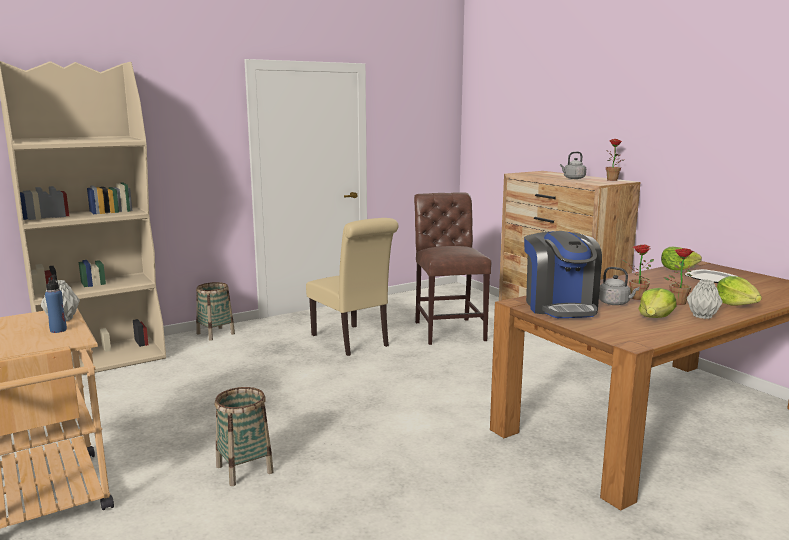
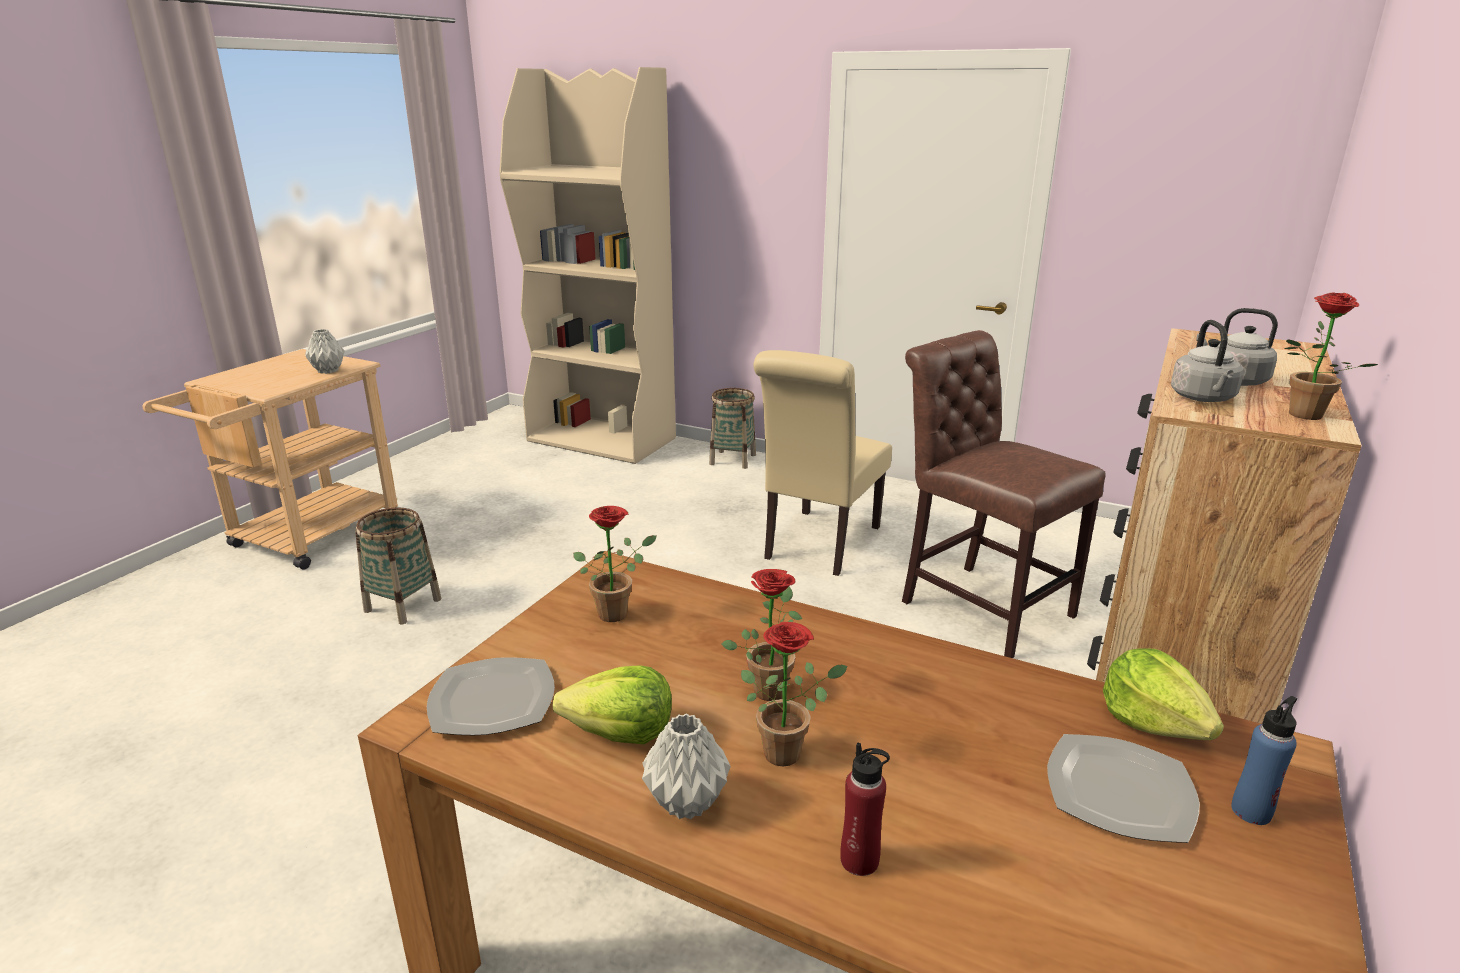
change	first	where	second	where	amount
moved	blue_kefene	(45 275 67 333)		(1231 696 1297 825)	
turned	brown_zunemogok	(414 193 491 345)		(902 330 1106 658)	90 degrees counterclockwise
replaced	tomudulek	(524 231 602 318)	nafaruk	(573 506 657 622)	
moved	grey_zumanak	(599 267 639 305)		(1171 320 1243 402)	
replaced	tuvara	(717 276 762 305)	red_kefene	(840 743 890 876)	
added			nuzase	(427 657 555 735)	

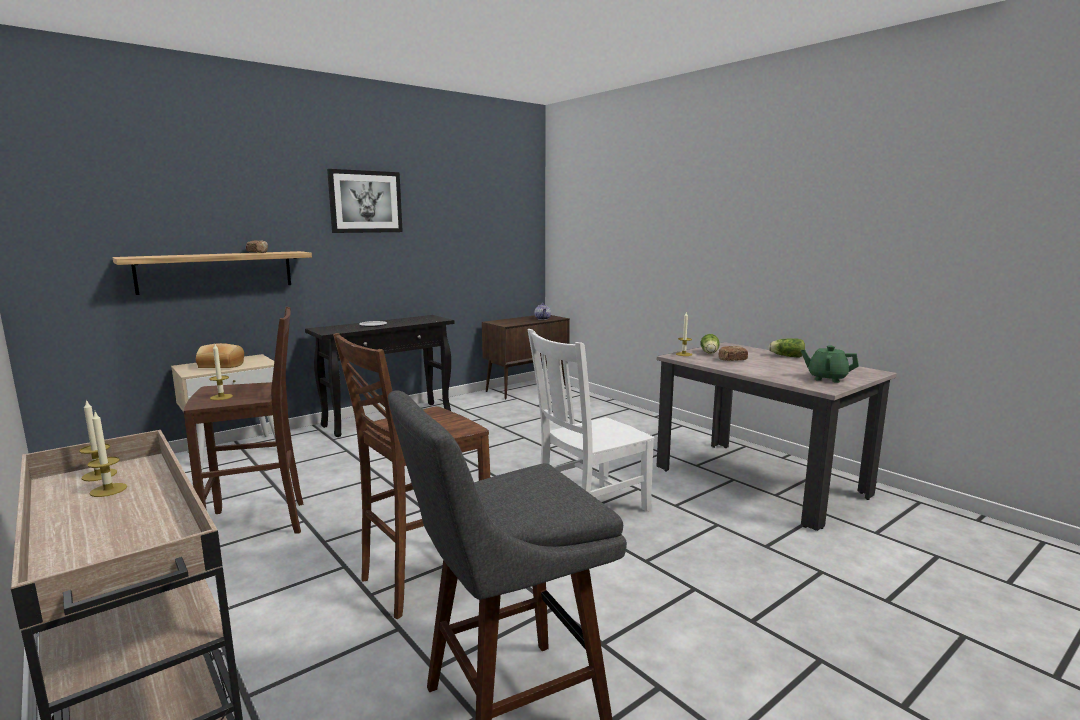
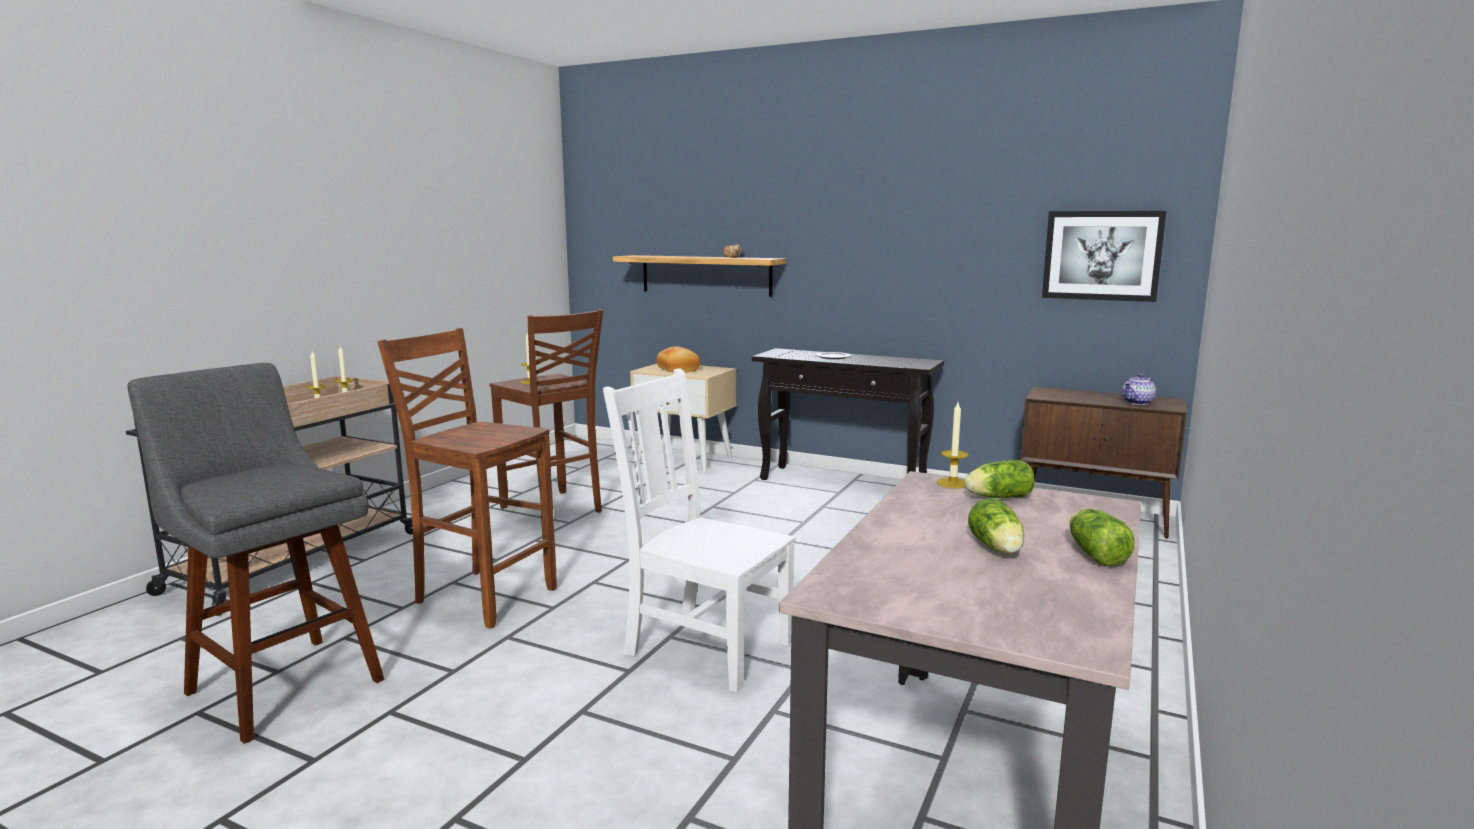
change	first	where	second	where	amount
moved	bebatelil	(327 169 403 233)		(1042 211 1166 302)	
removed	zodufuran	(719 346 748 361)			
removed	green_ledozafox	(801 345 859 383)			
added			tuvara	(968 498 1024 554)	

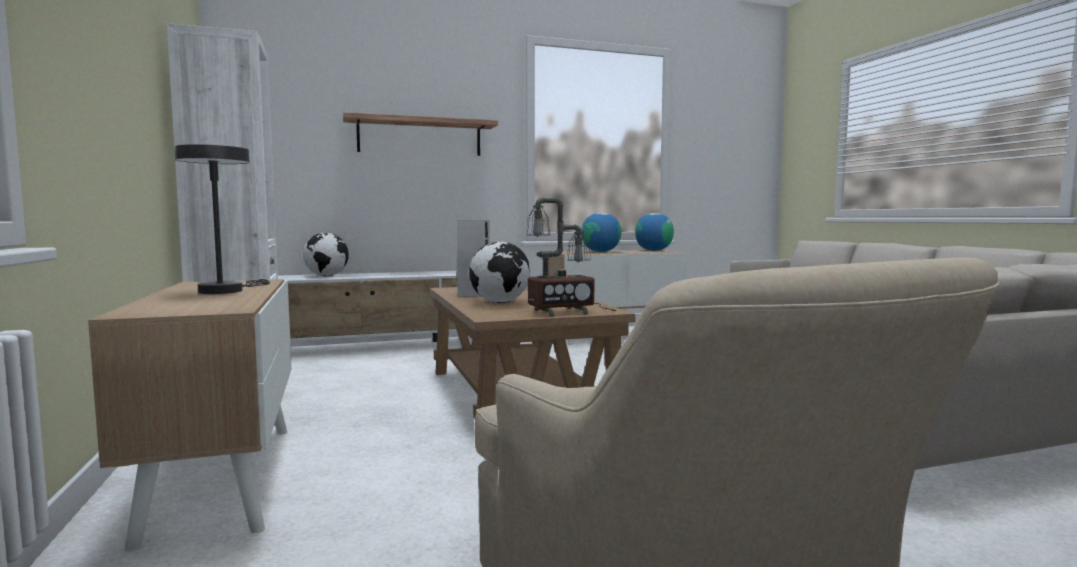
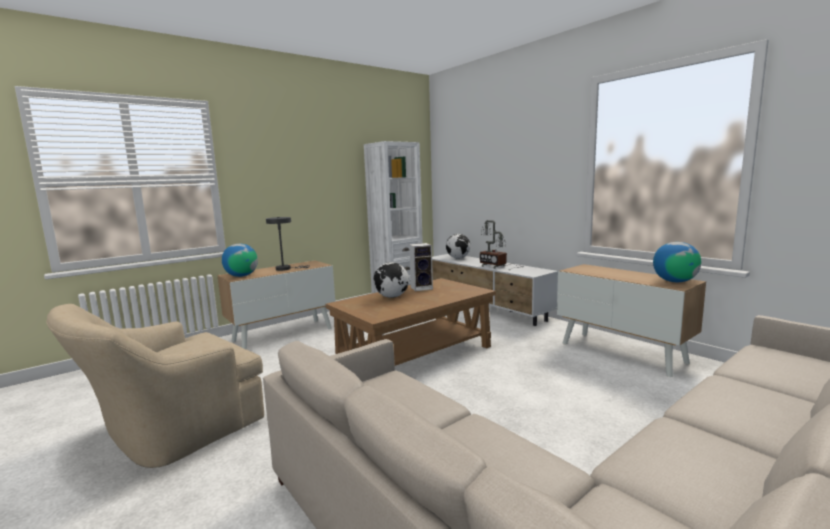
change	first	where	second	where	amount
removed	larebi	(343 112 498 156)			
moved	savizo	(527 198 616 317)		(480 220 520 270)	
moved	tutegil	(581 213 621 252)		(222 244 258 277)	

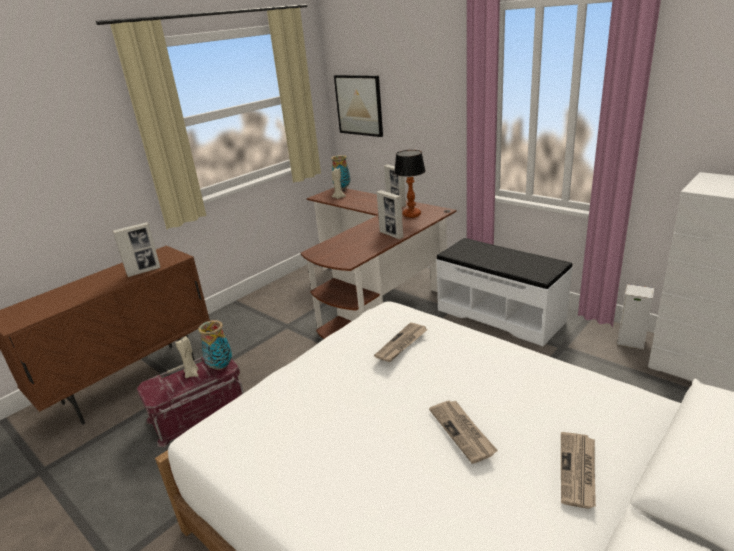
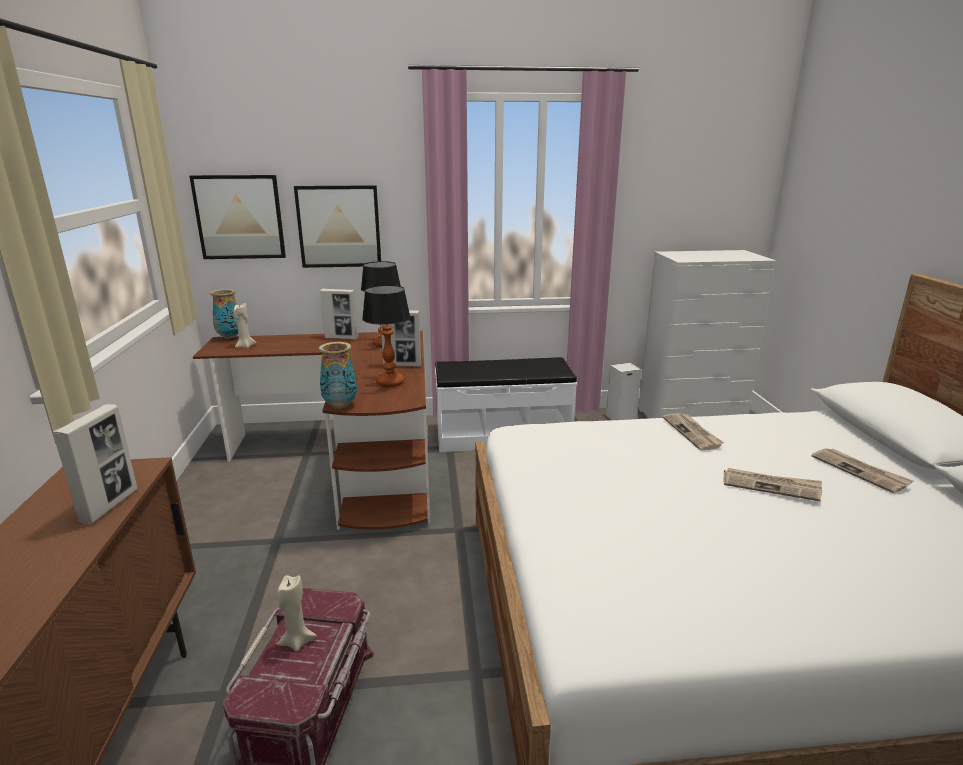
change	first	where	second	where	amount
moved	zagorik	(198 320 232 370)		(319 342 357 409)	
moved	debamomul	(374 322 428 362)		(663 413 724 450)	
added			bebatelil	(294 185 381 268)	
added			savizo	(362 285 410 387)	

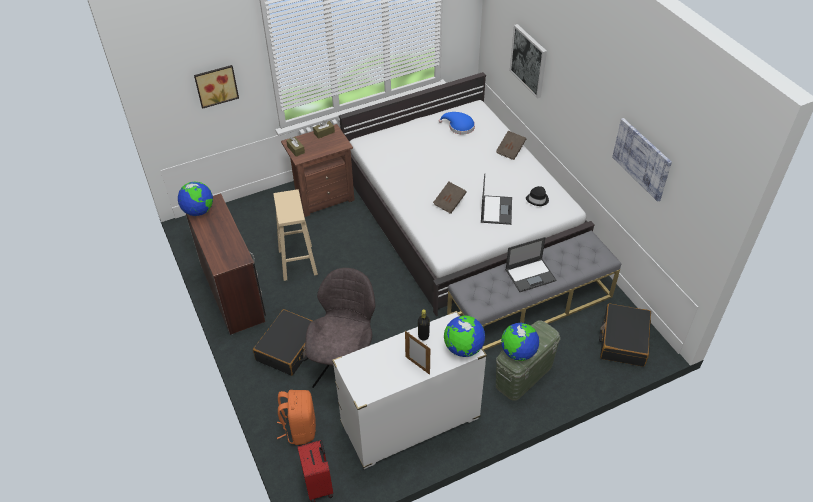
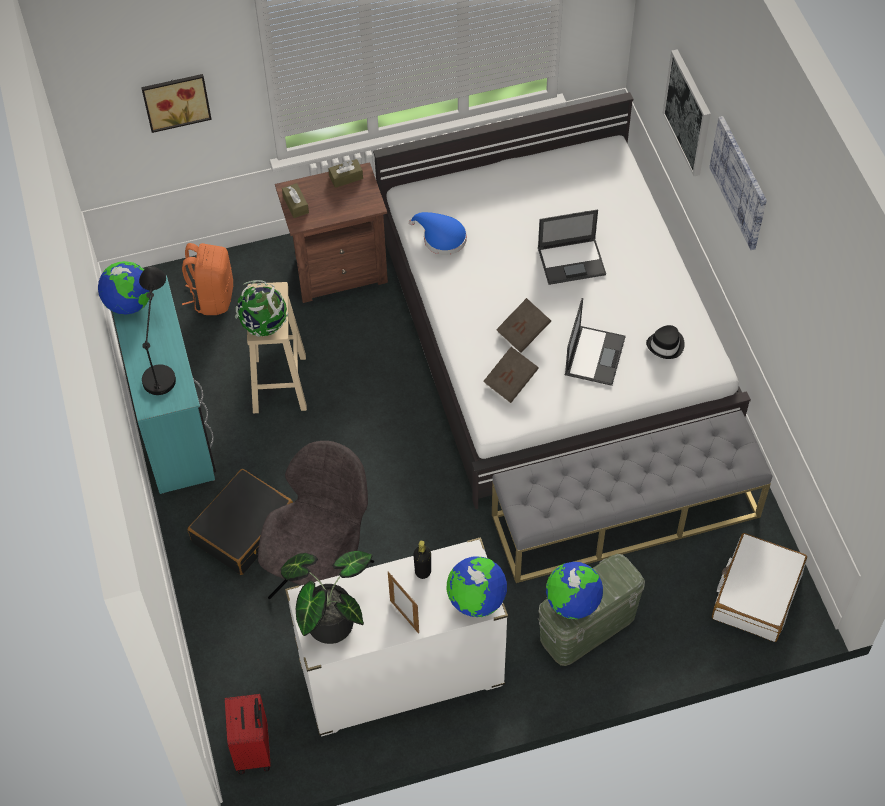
change	first	where	second	where	amount
recoloured	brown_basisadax	(186 193 266 335)	turquoise_basisadax	(112 275 216 494)	
moved	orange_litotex	(277 390 316 445)		(182 243 234 315)	
moved	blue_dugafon	(439 112 475 135)		(409 212 467 255)	
moved	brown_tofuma	(496 131 526 160)		(483 347 539 403)	
moved	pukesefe	(505 237 556 292)		(538 209 606 285)	
recoloured	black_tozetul	(599 303 651 367)	white_tozetul	(712 533 807 642)	
moved	bebatelil	(612 118 672 202)		(709 116 767 250)	
added			black_savizo	(139 266 176 395)	
added			tutegil	(235 280 288 337)	
added			nafaruk	(280 550 372 644)	

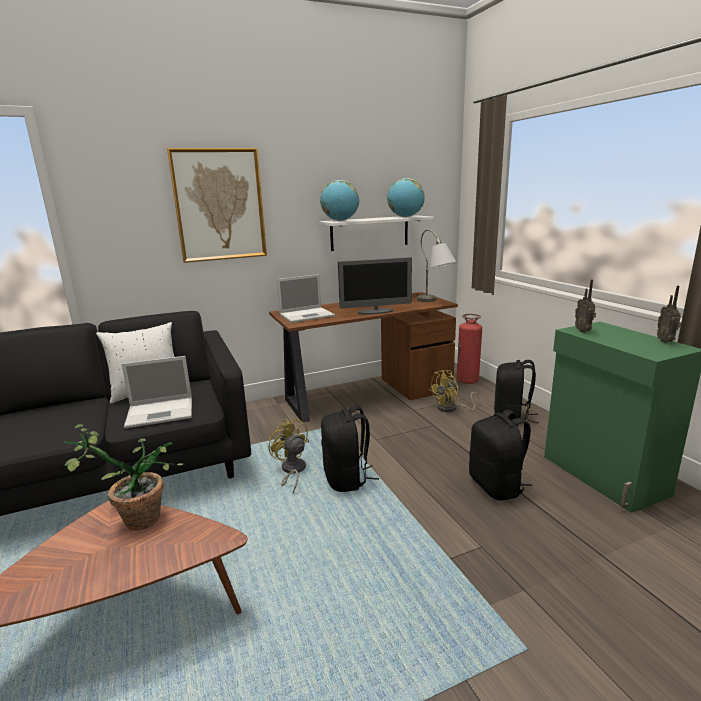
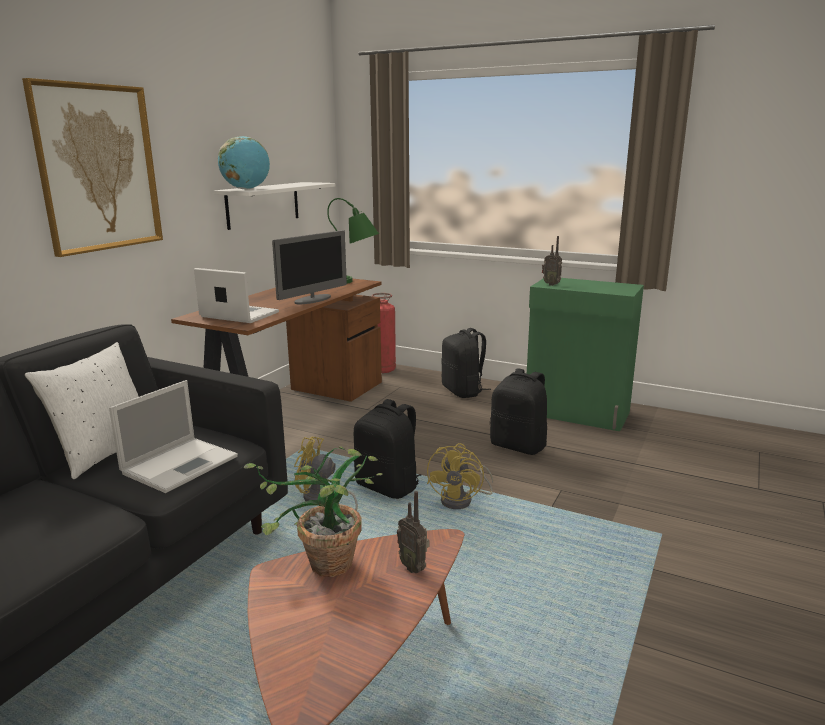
change	first	where	second	where	amount
turned	pukesefe	(277 274 335 323)		(194 268 279 323)	90 degrees counterclockwise
removed	tutegil	(387 178 425 217)			
recoloured	grey_savizo	(417 229 457 302)	green_savizo	(327 198 379 284)	
moved	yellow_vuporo	(428 370 482 412)		(427 443 493 509)	
moved	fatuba	(657 286 681 343)		(397 491 430 574)	

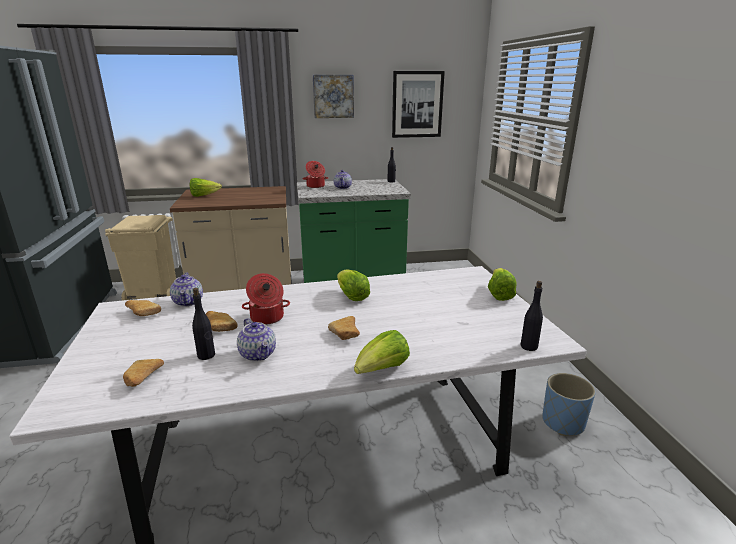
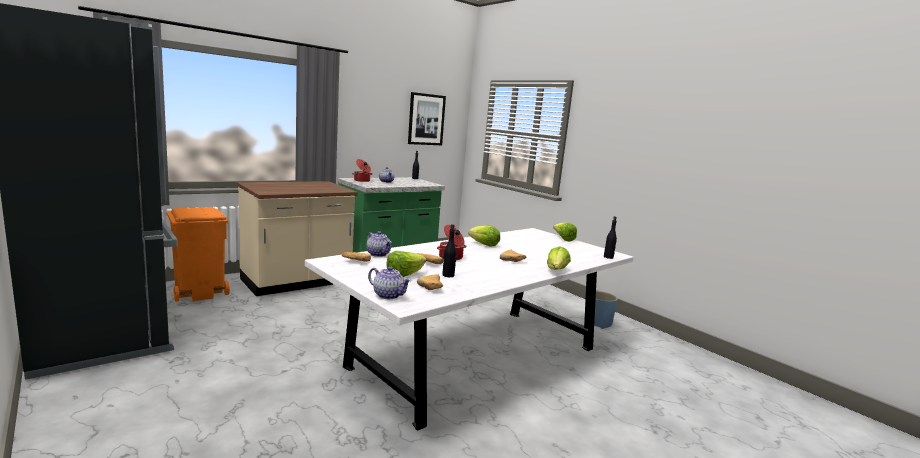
change	first	where	second	where	amount
recoloured	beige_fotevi	(105 215 176 301)	orange_fotevi	(166 207 230 302)	
moved	tuvara	(190 178 222 197)		(386 251 426 277)	
moved	ledozafox	(237 318 276 361)		(368 267 412 299)	
removed	bebatelil	(313 75 354 118)			

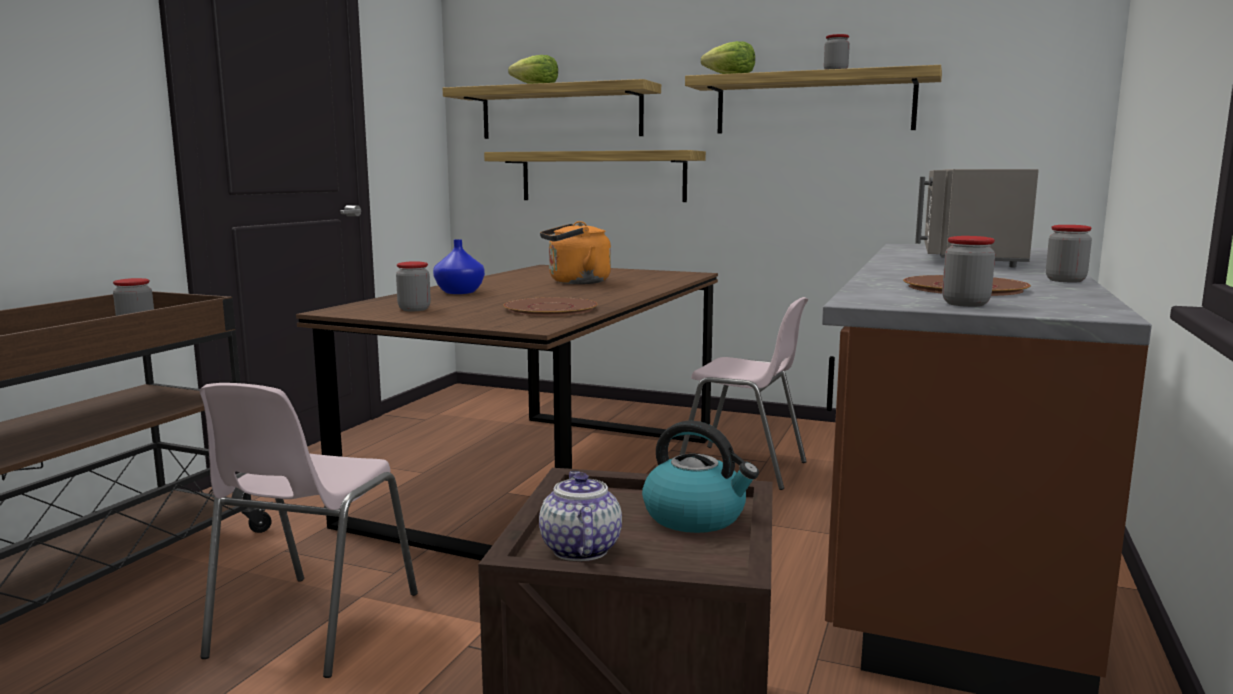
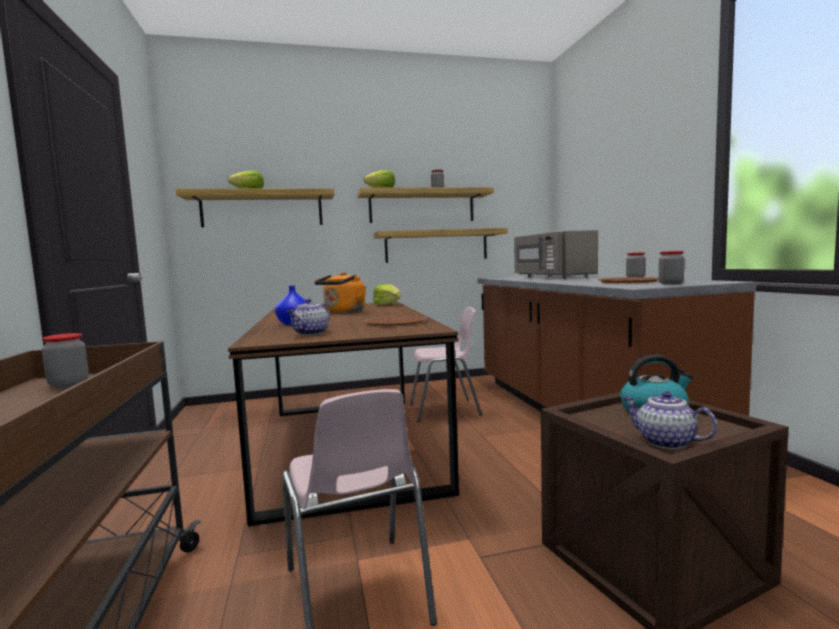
change	first	where	second	where	amount
replaced	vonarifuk	(396 261 431 311)	ledozafox	(287 299 330 335)	
moved	larebi	(484 150 706 202)		(373 228 508 263)	
added			tuvara	(373 284 401 305)	

